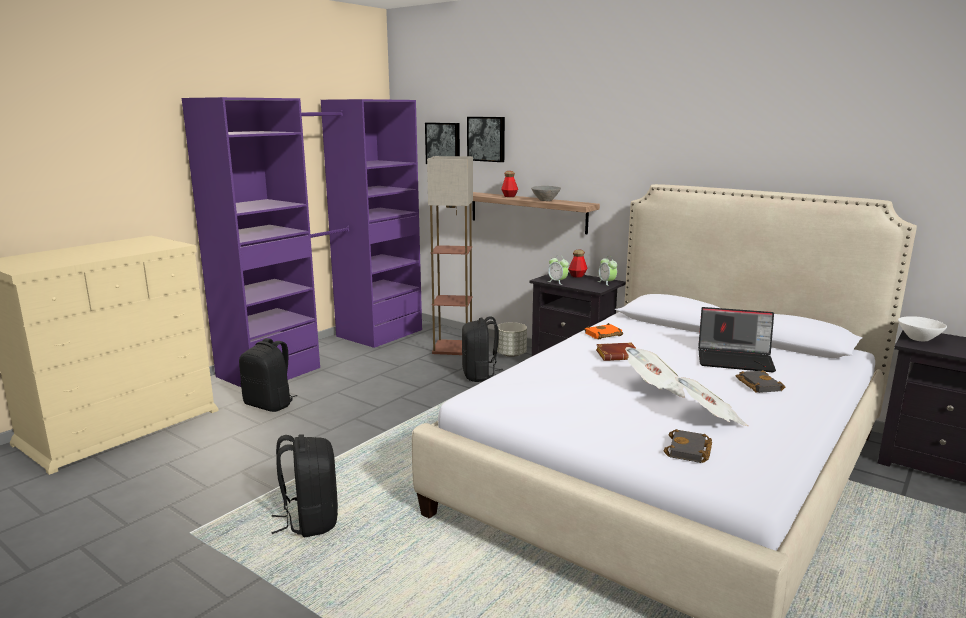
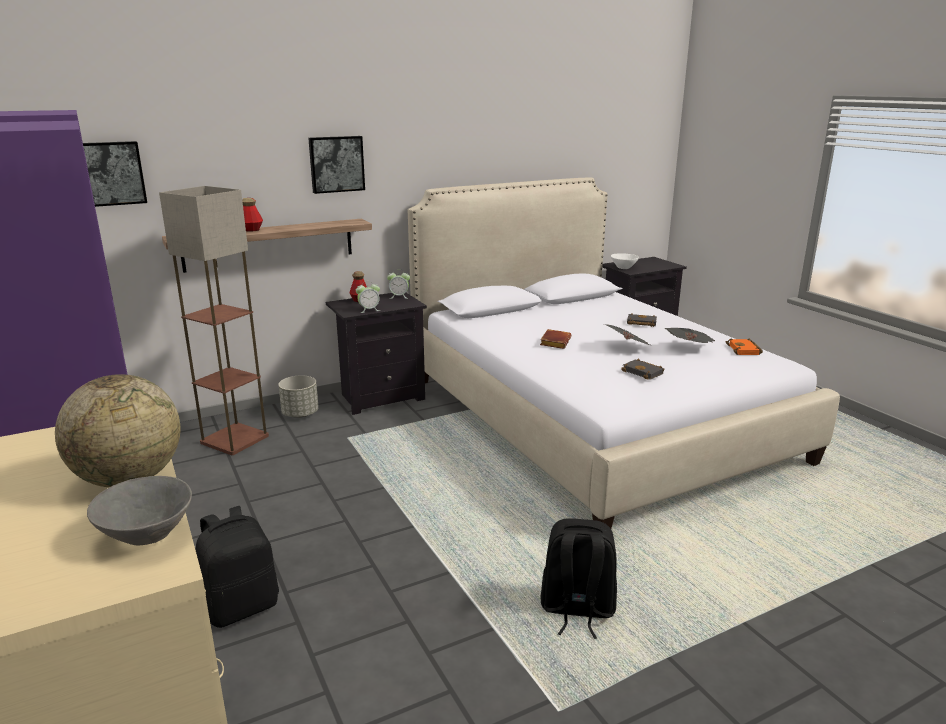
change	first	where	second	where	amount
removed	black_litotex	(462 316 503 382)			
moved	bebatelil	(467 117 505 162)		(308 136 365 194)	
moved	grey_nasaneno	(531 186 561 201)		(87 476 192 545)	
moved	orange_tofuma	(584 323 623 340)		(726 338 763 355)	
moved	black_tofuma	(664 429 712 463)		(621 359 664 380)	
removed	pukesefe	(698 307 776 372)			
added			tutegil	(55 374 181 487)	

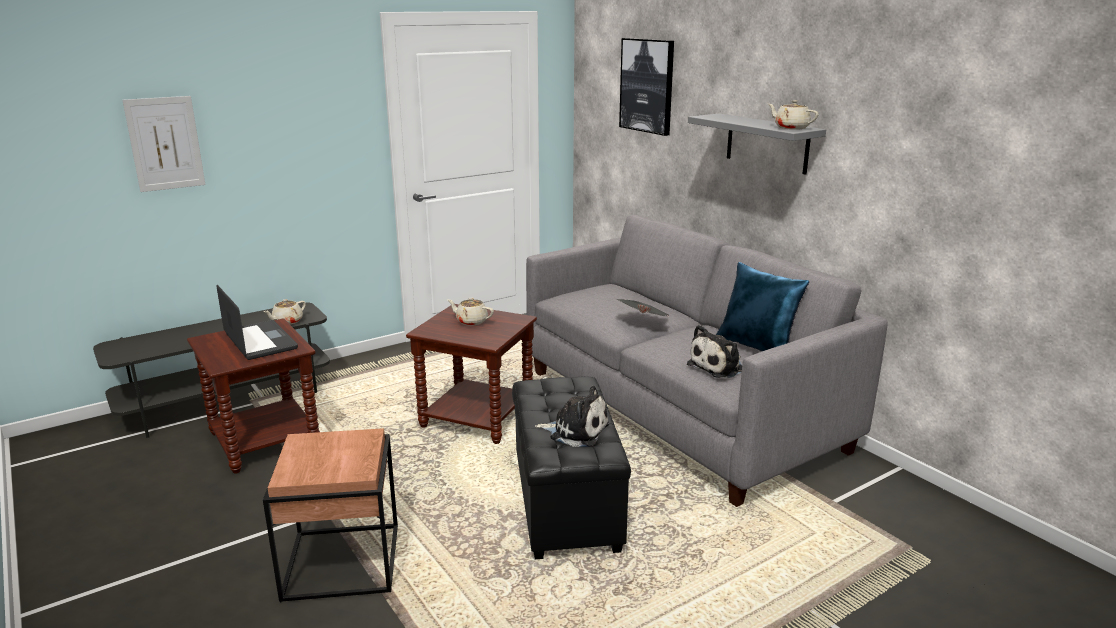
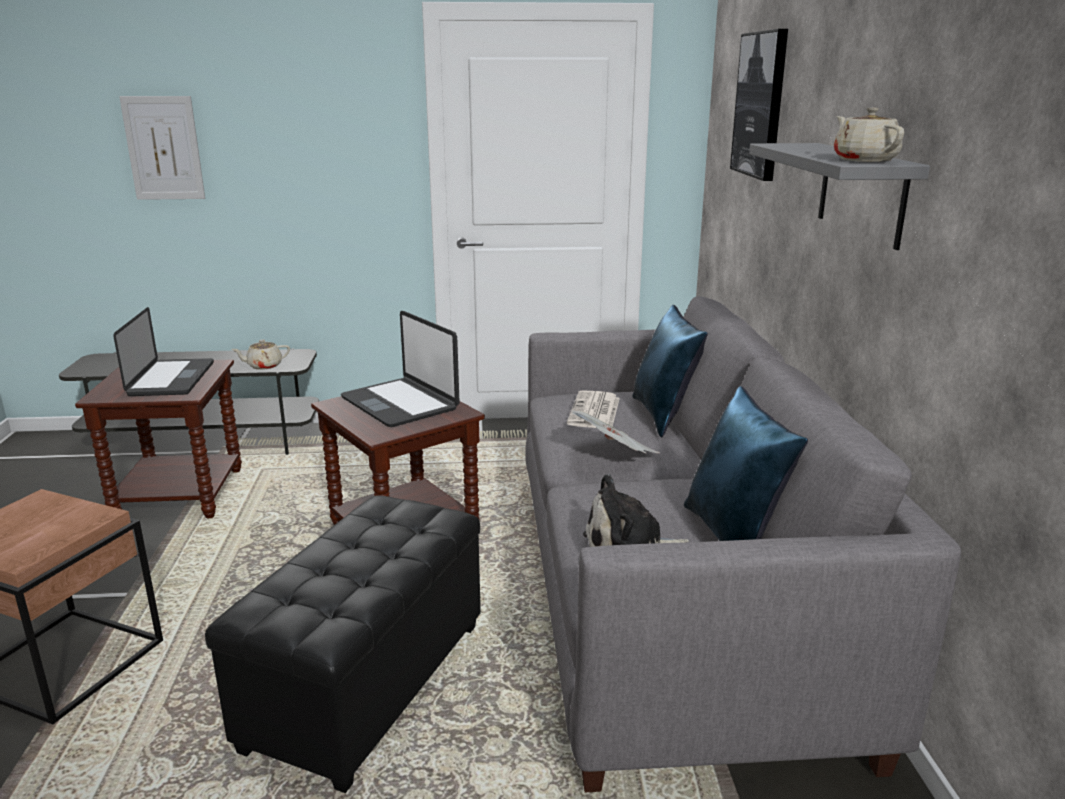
change	first	where	second	where	amount
replaced	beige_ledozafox	(448 298 494 326)	pukesefe	(341 311 460 427)	
removed	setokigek	(535 386 609 447)			
added			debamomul	(567 390 620 428)	
added			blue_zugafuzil	(632 305 708 437)	

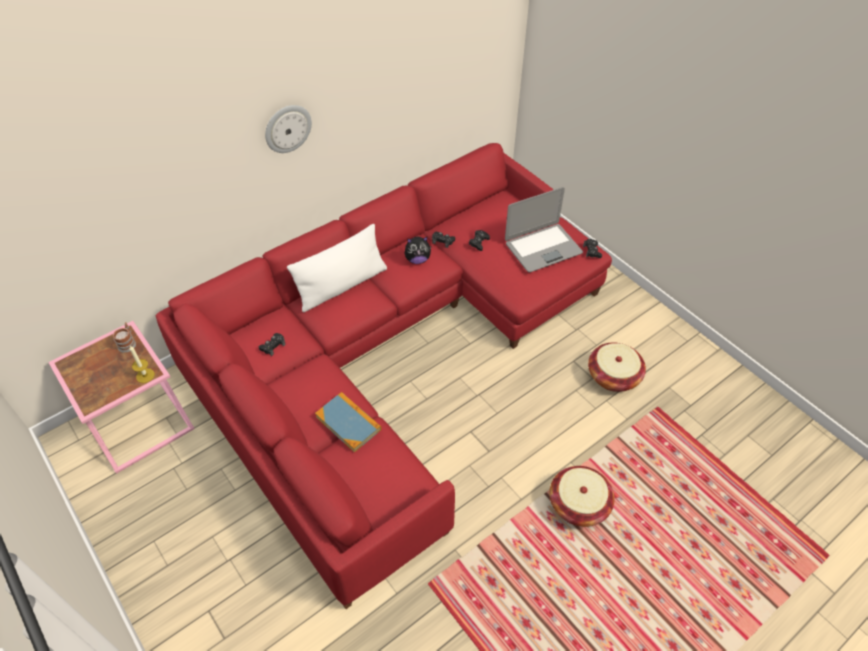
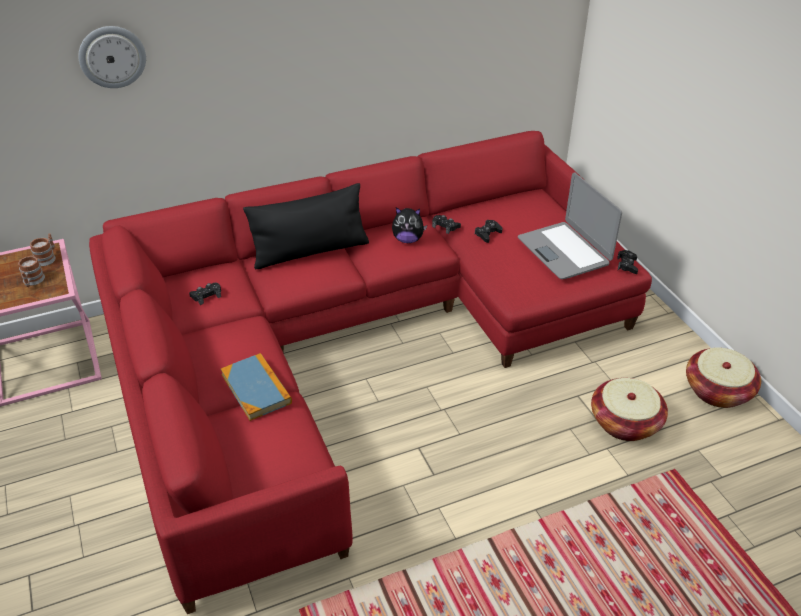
change	first	where	second	where	amount
removed	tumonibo	(130 346 155 383)			
moved	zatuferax	(265 105 312 153)		(78 26 146 88)	
recoloured	white_zugafuzil	(287 224 387 312)	black_zugafuzil	(243 183 369 269)	
turned	pukesefe	(505 187 583 272)		(518 173 622 279)	75 degrees clockwise
moved	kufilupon	(549 466 615 527)		(686 347 761 408)	
added			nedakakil	(18 256 45 287)	

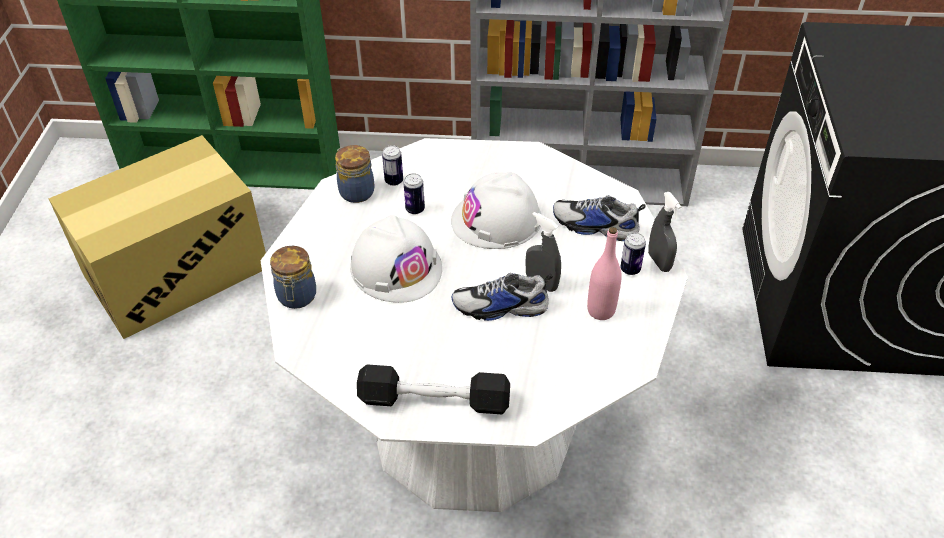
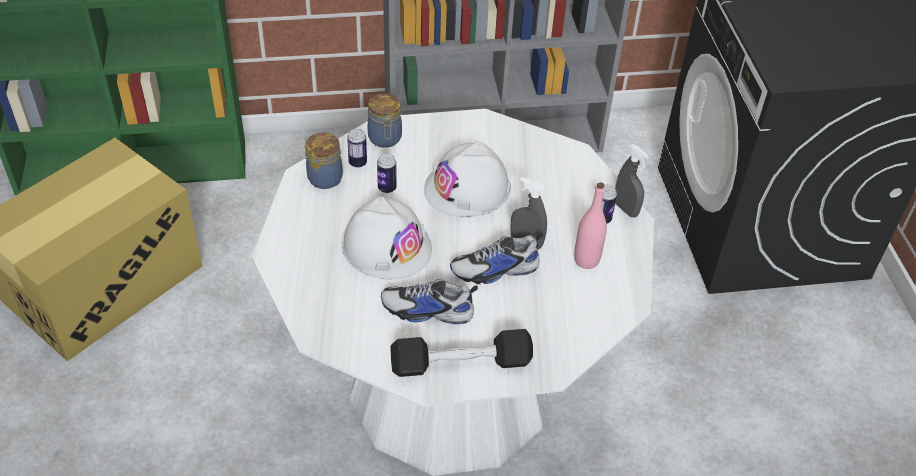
change	first	where	second	where	amount
moved	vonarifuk	(270 246 316 309)		(368 93 402 148)	
moved	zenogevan	(553 195 646 241)		(381 279 478 324)	

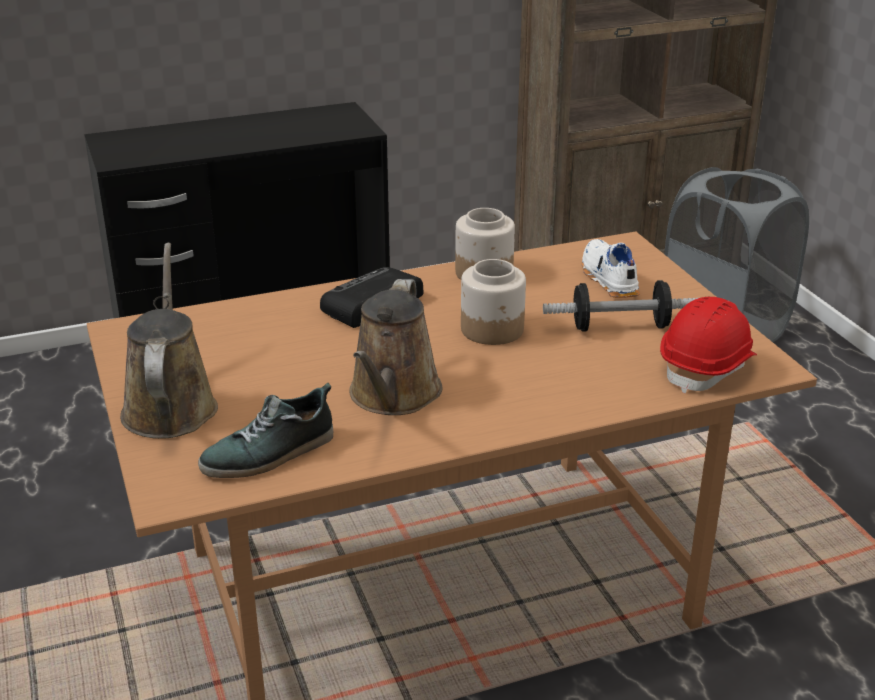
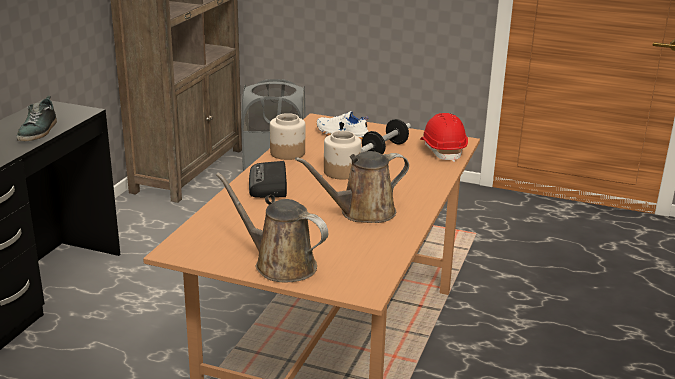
change	first	where	second	where	amount
moved	zenogevan	(198 383 333 478)		(16 96 57 141)	
turned	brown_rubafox	(349 279 442 415)		(295 151 409 223)	105 degrees clockwise

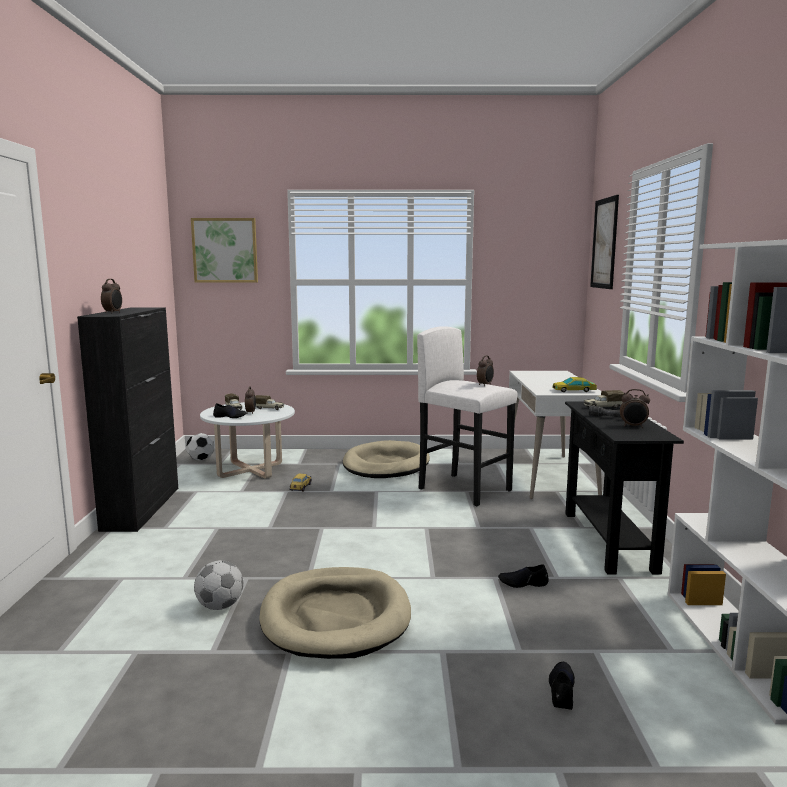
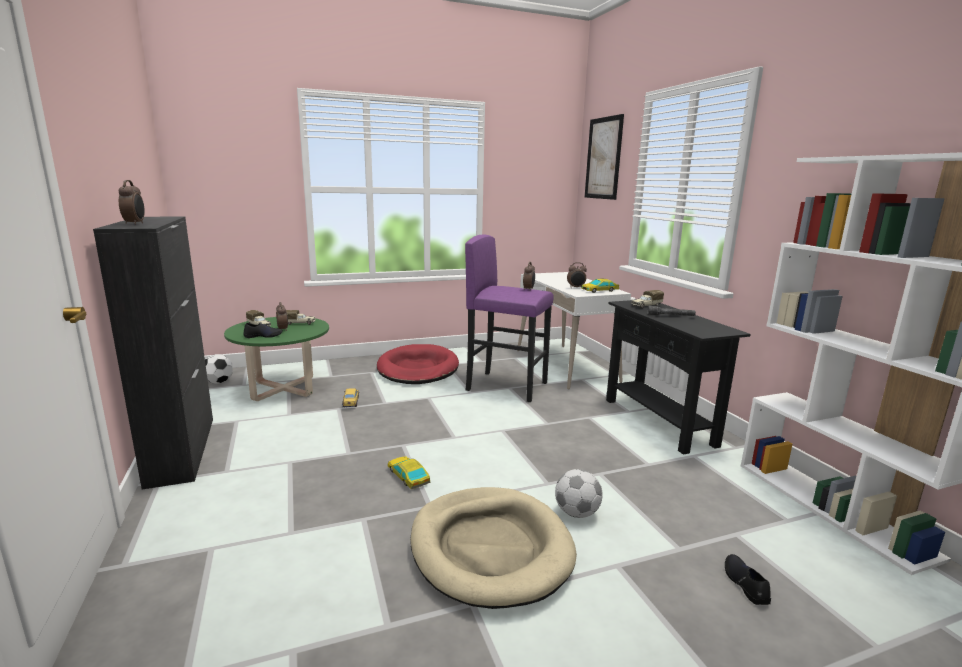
change	first	where	second	where	amount
removed	bebatelil	(191 218 258 283)			
moved	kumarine	(194 560 243 610)		(555 469 603 518)	
recoloured	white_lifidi	(200 402 295 479)	green_lifidi	(224 317 329 401)	
recoloured	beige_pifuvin	(343 440 430 478)	red_pifuvin	(377 344 459 384)	
recoloured	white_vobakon	(417 326 517 506)	purple_vobakon	(465 235 554 402)	
removed	black_zenogevan	(498 564 548 588)			
moved	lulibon	(620 389 650 428)		(567 262 587 288)	
added			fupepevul	(387 456 430 490)	

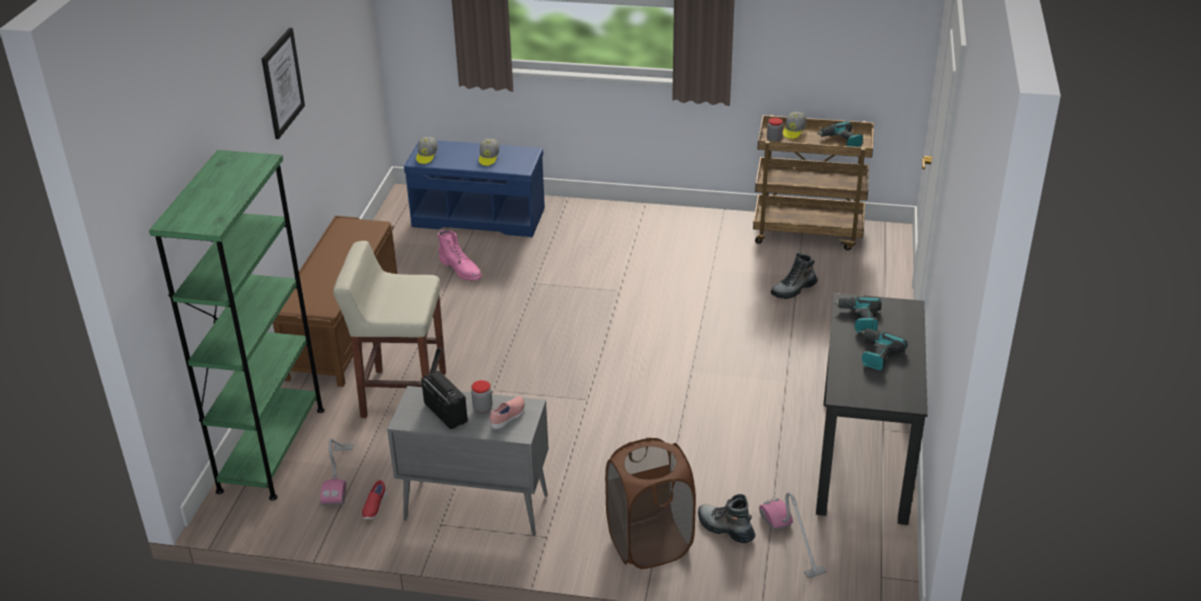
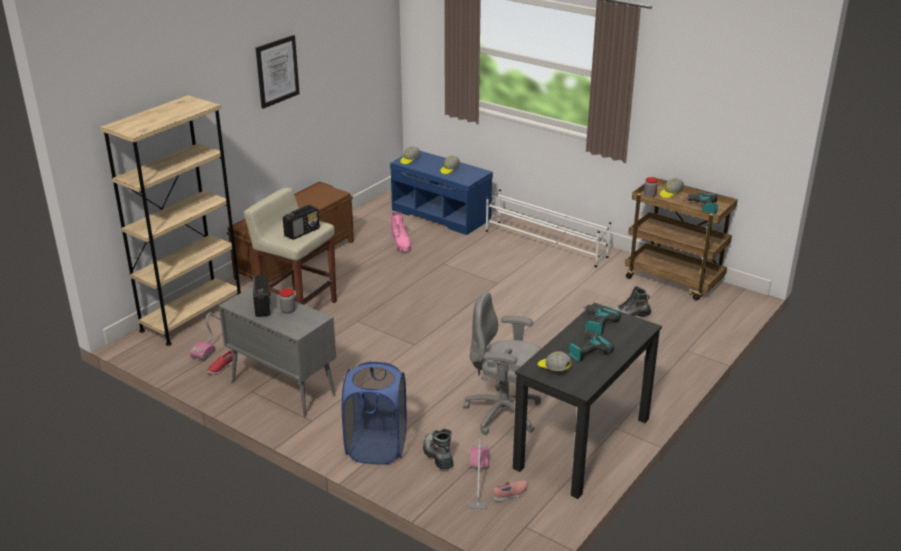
change	first	where	second	where	amount
recoloured	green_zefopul	(149 150 325 500)	beige_zefopul	(100 95 241 346)	
moved	pink_zenogevan	(490 396 525 429)		(493 480 528 502)	
recoloured	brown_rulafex	(605 438 696 569)	blue_rulafex	(342 361 407 464)	
added			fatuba	(283 205 320 240)	
added			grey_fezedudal	(463 292 541 435)	
added			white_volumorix	(486 189 611 267)	
added			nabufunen	(538 351 572 371)	

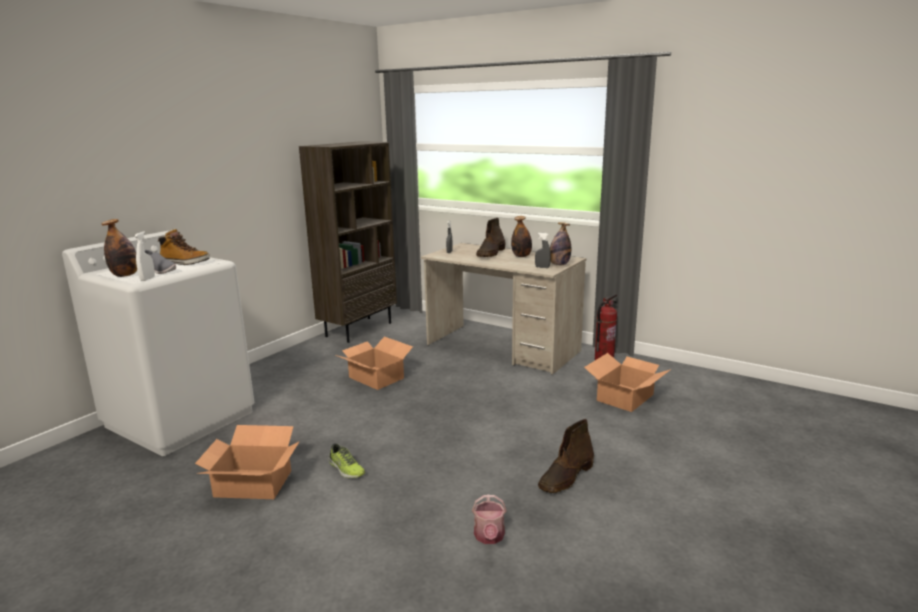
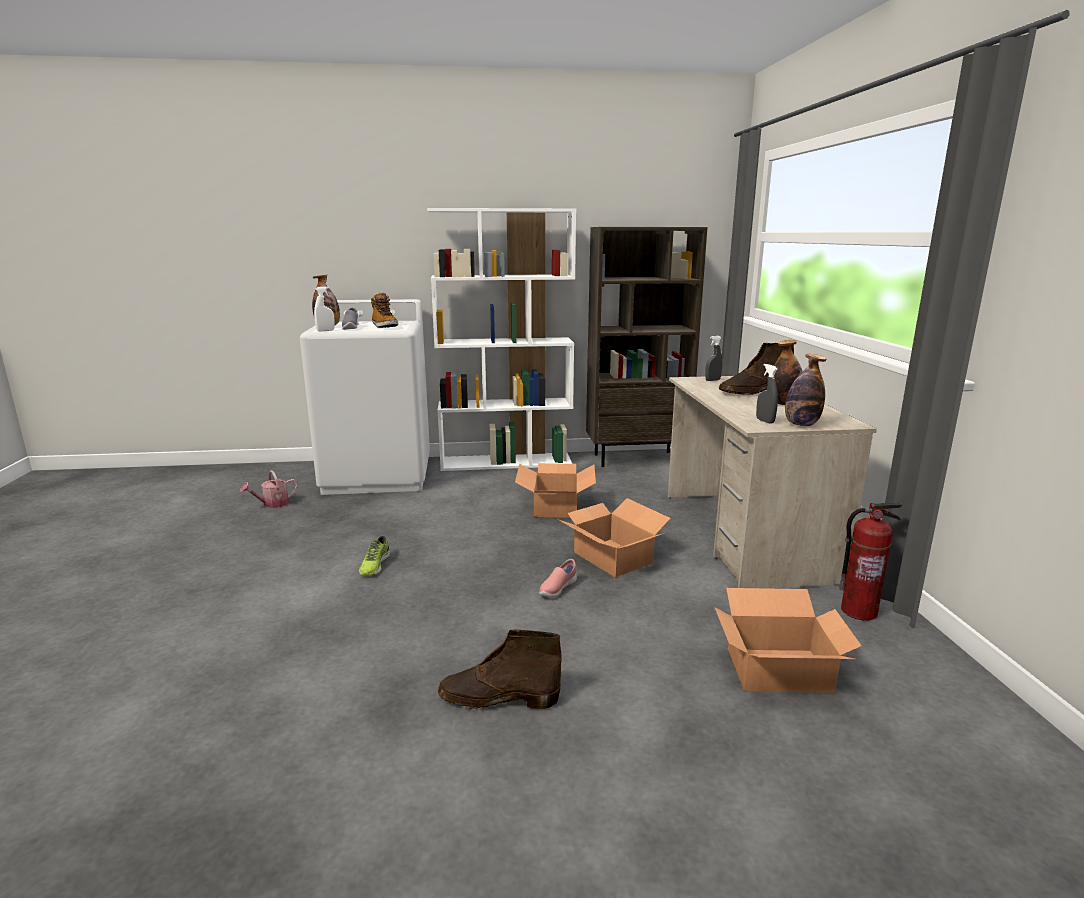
change	first	where	second	where	amount
moved	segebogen	(195 425 300 499)		(559 498 671 577)	
moved	rubafox	(472 494 507 544)		(240 470 298 508)	
added			white_zefopul	(427 208 576 471)	
added			pink_zenogevan	(539 559 577 598)	

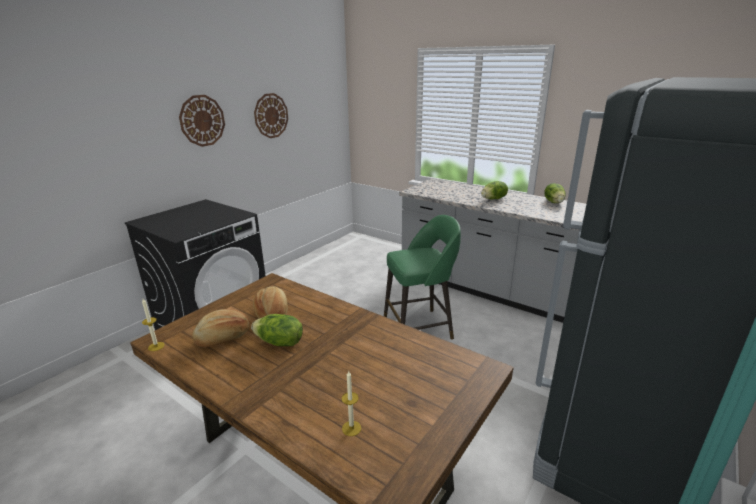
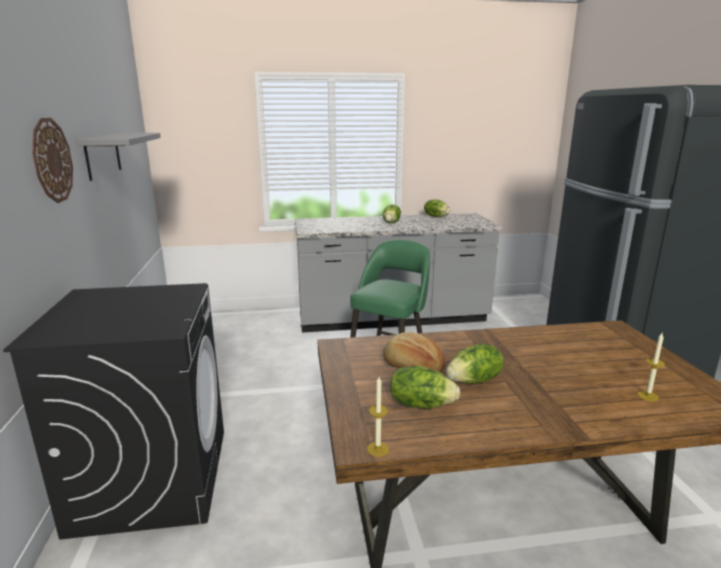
change	first	where	second	where	amount
replaced	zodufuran	(192 309 250 347)	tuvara	(390 366 460 408)	
replaced	zatuferax	(254 93 288 138)	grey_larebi	(76 133 161 181)	

